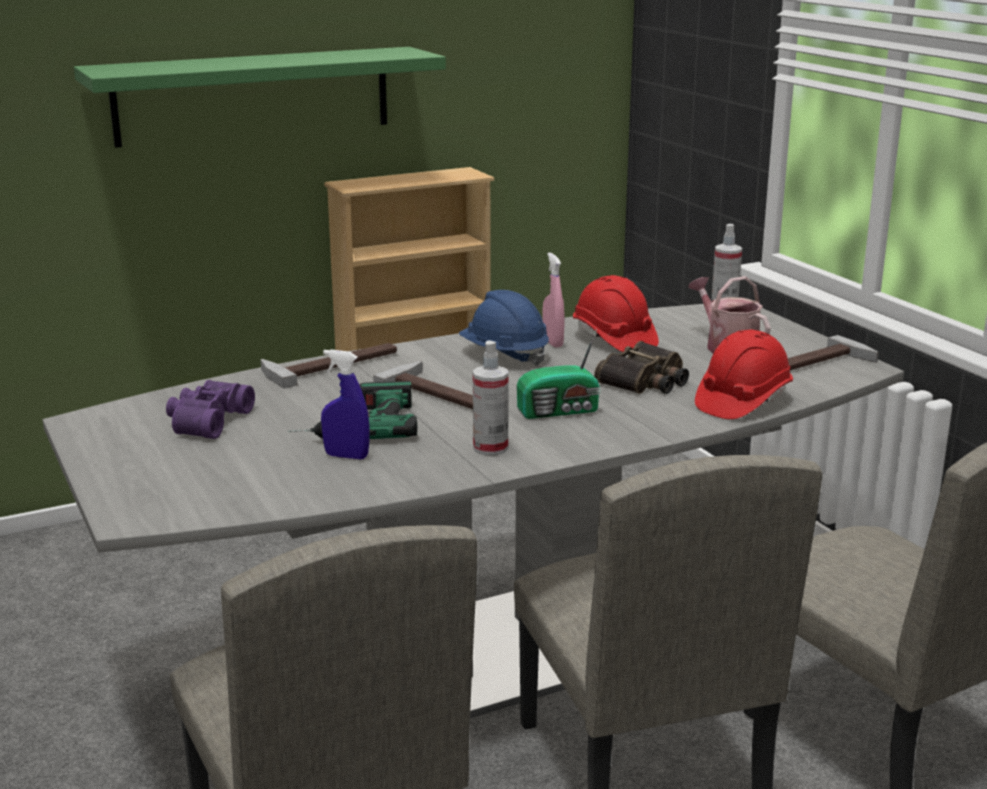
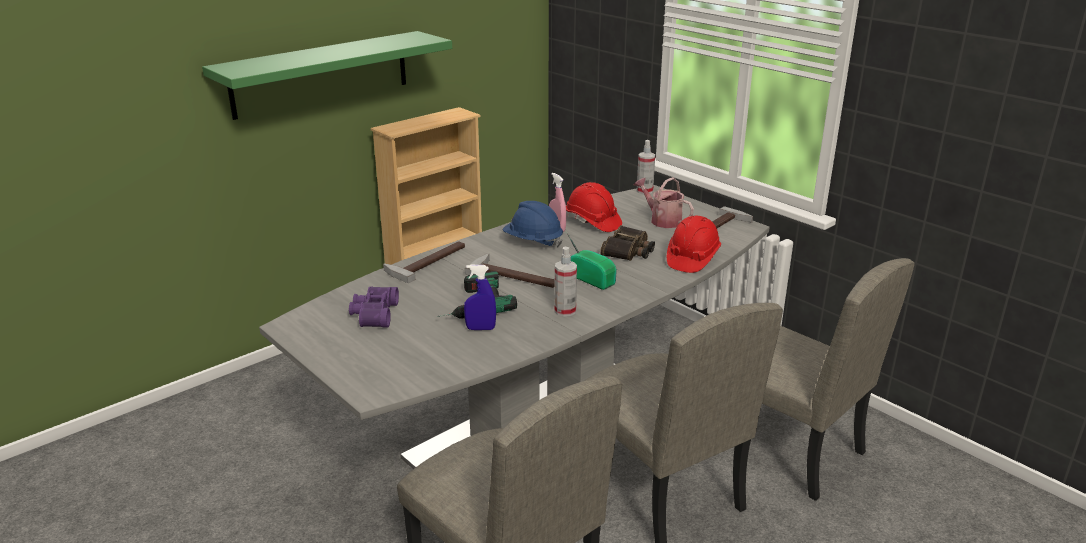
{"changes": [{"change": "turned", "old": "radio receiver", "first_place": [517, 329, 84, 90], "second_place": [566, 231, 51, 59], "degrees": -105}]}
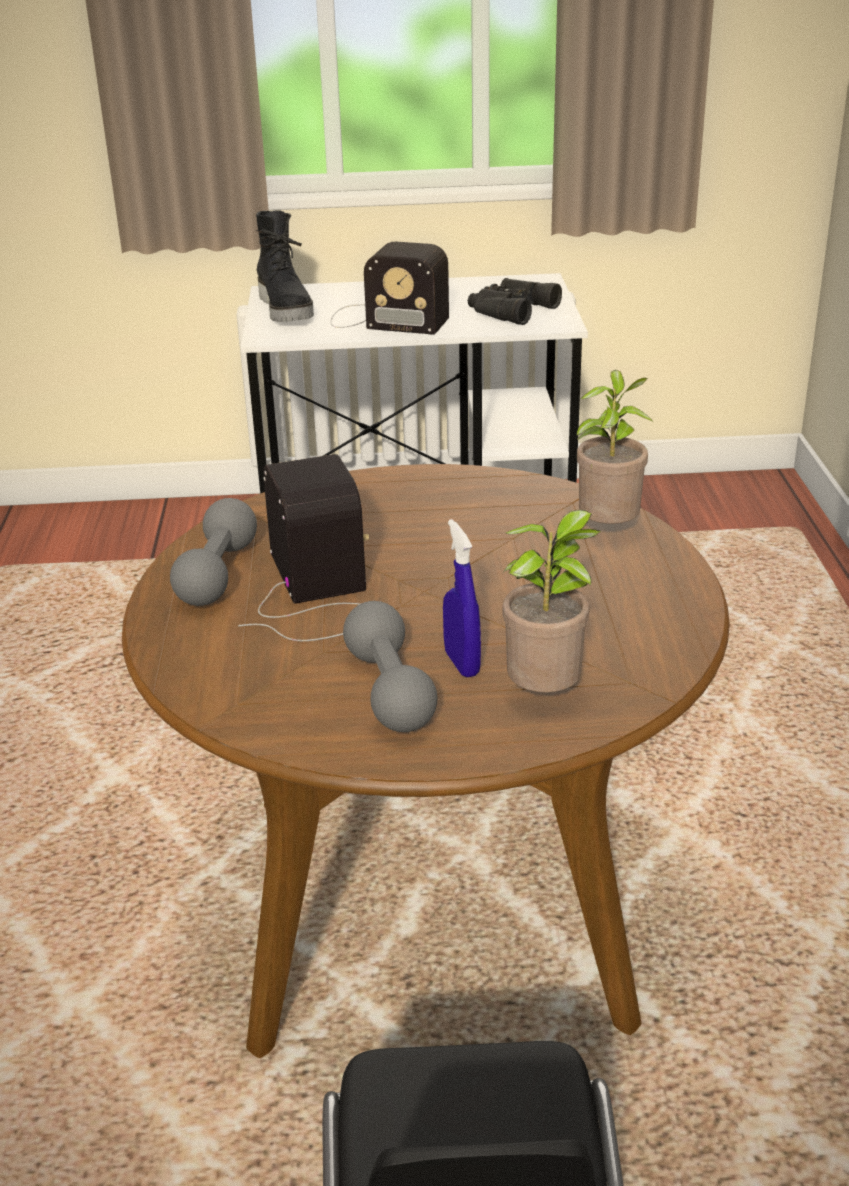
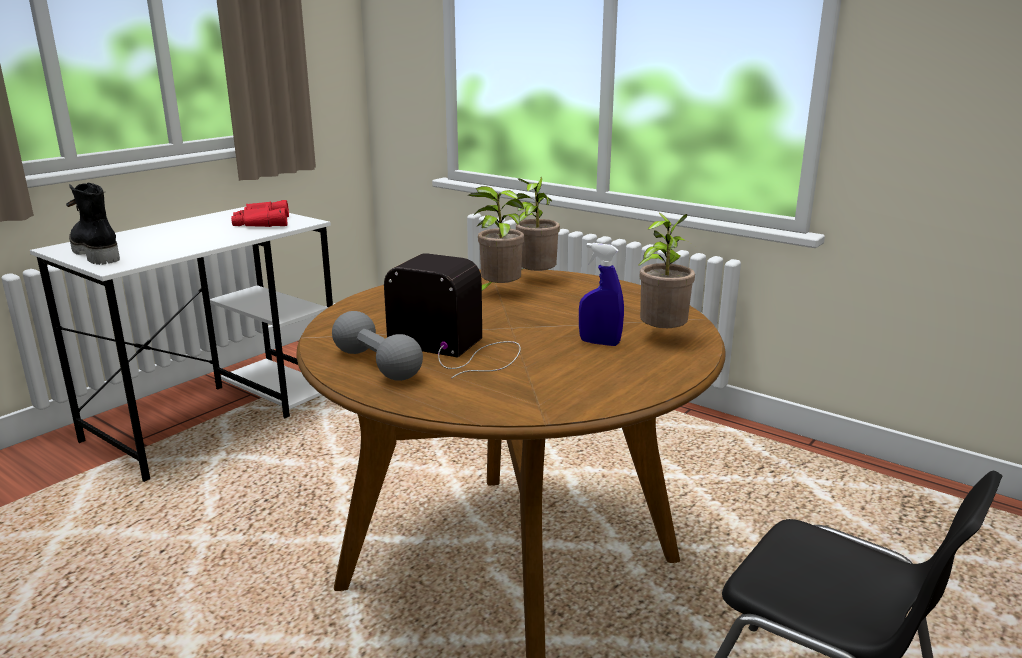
{"changes": [{"change": "removed", "old": "radio receiver", "first_place": [330, 242, 119, 93]}, {"change": "removed", "old": "gray dumbbell", "first_place": [343, 601, 94, 131]}, {"change": "added", "new": "houseplant", "second_place": [469, 186, 55, 104]}, {"change": "recoloured", "old": "blackish binoculars", "new": "reddish binoculars", "first_place": [468, 278, 94, 47], "second_place": [231, 200, 58, 27]}, {"change": "turned", "old": "blackish boot", "first_place": [256, 210, 58, 112], "second_place": [66, 183, 54, 82], "degrees": -150}]}
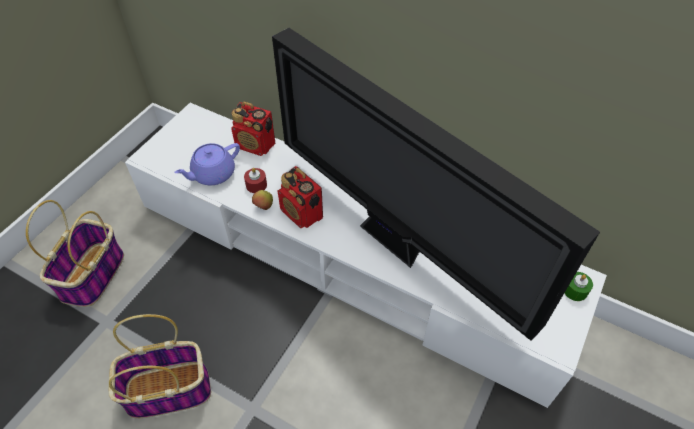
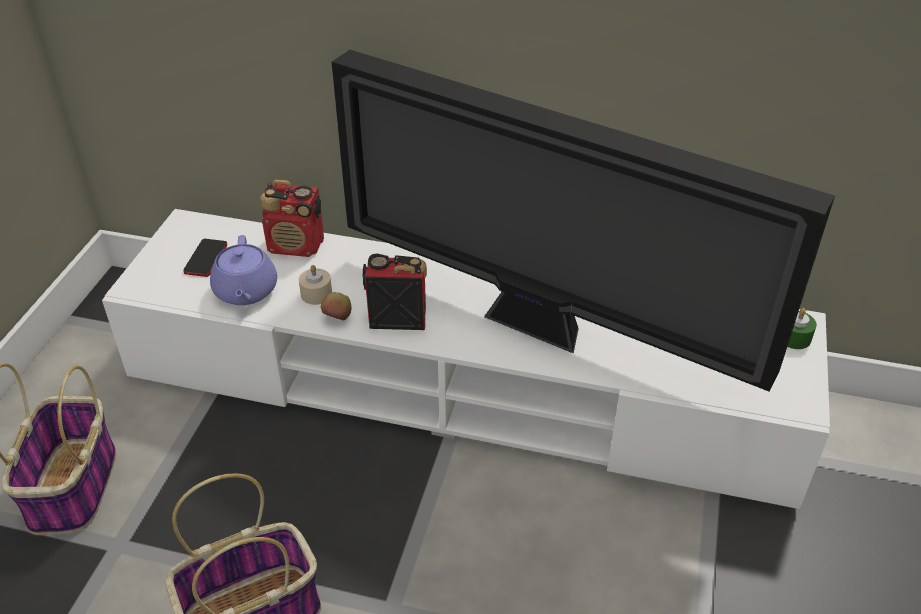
{"changes": [{"change": "added", "new": "phone", "second_place": [183, 239, 44, 38]}, {"change": "recoloured", "old": "reddish candle", "new": "sand-coloured candle", "first_place": [244, 168, 23, 25], "second_place": [299, 265, 33, 40]}, {"change": "turned", "old": "purplish pot for tea", "first_place": [174, 143, 66, 42], "second_place": [210, 235, 67, 70], "degrees": -45}, {"change": "turned", "old": "radio receiver", "first_place": [278, 166, 45, 62], "second_place": [363, 253, 64, 77], "degrees": 150}]}
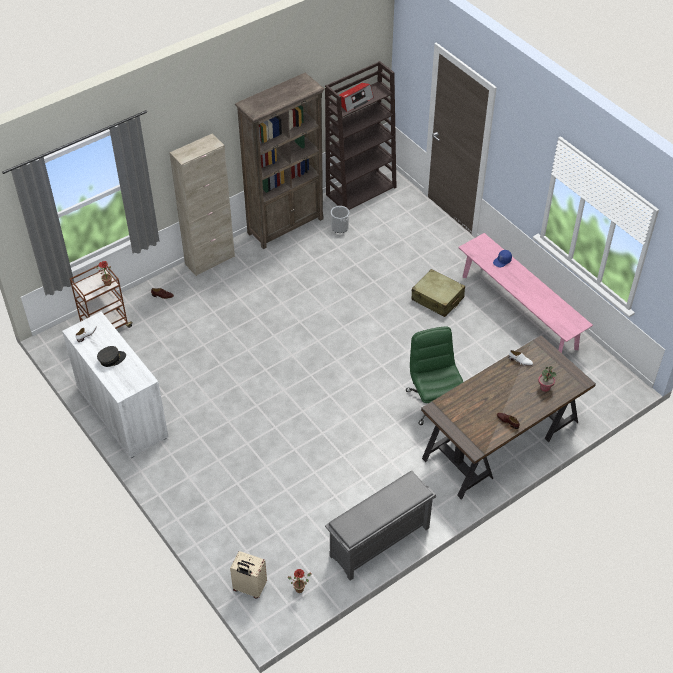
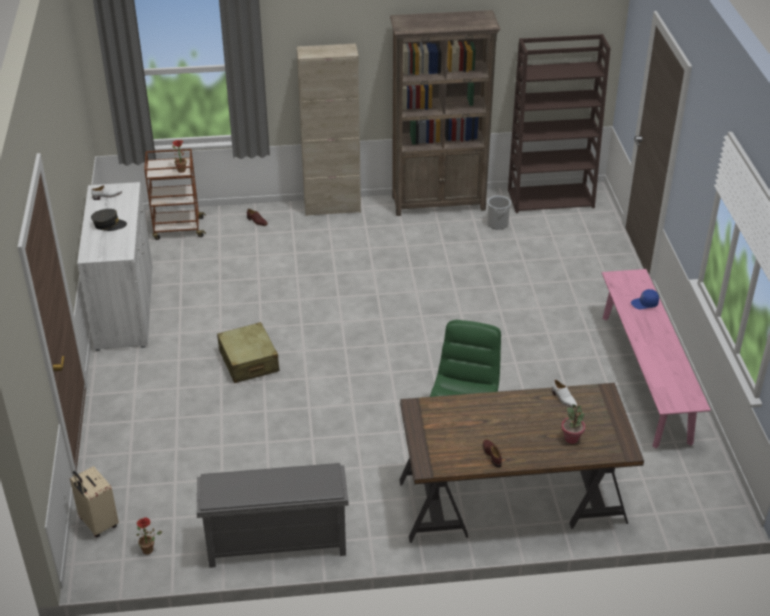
{"changes": [{"change": "removed", "old": "radio receiver", "first_place": [339, 83, 35, 29]}, {"change": "moved", "old": "sand-coloured piece of luggage", "first_place": [412, 269, 53, 48], "second_place": [217, 322, 63, 61]}]}
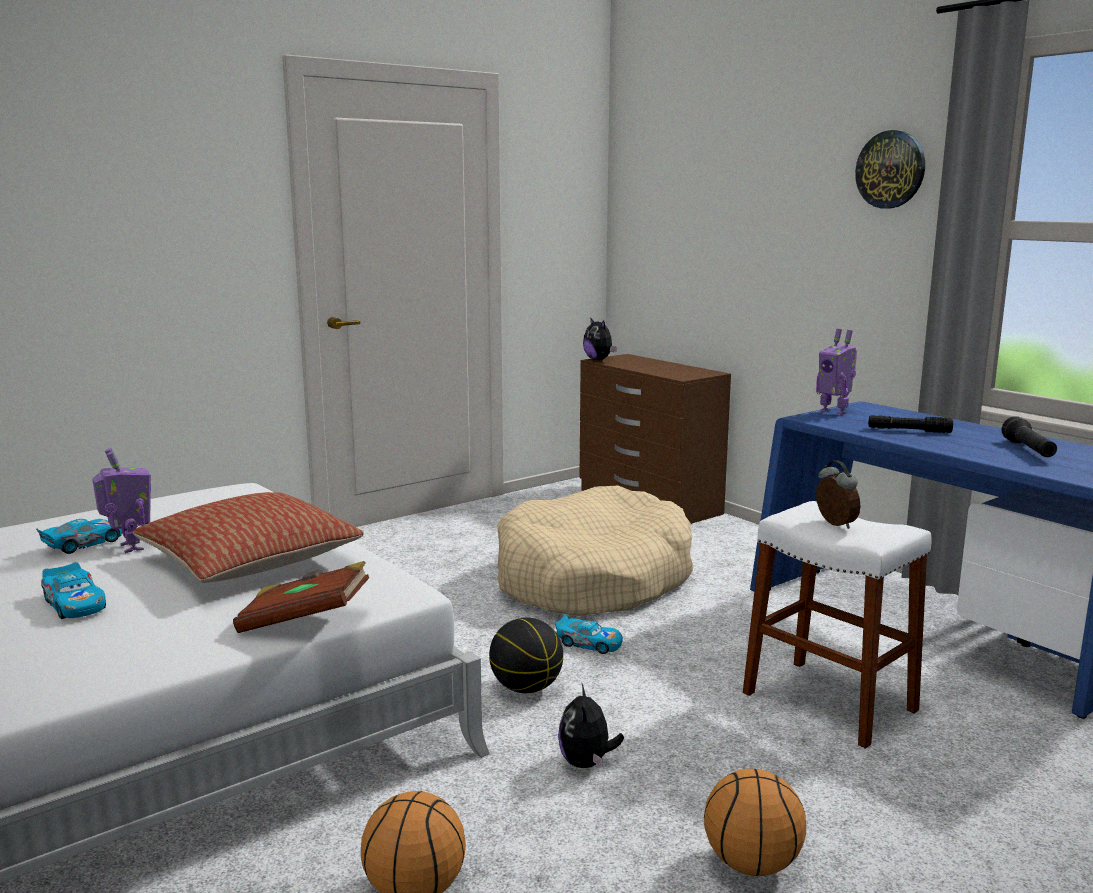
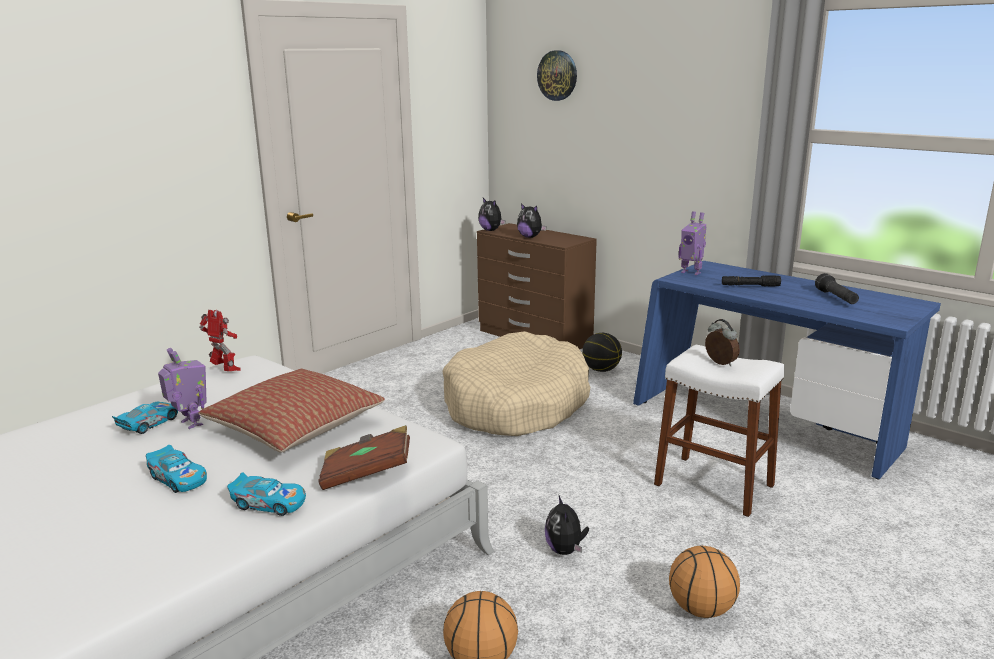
{"changes": [{"change": "added", "new": "toy robot", "second_place": [199, 310, 42, 61]}, {"change": "added", "new": "soft toy", "second_place": [517, 203, 30, 35]}, {"change": "moved", "old": "basketball", "first_place": [489, 618, 74, 75], "second_place": [582, 333, 40, 39]}, {"change": "moved", "old": "toy car", "first_place": [555, 614, 68, 40], "second_place": [227, 472, 79, 44]}, {"change": "moved", "old": "hanging clock", "first_place": [855, 130, 70, 79], "second_place": [537, 50, 40, 51]}]}
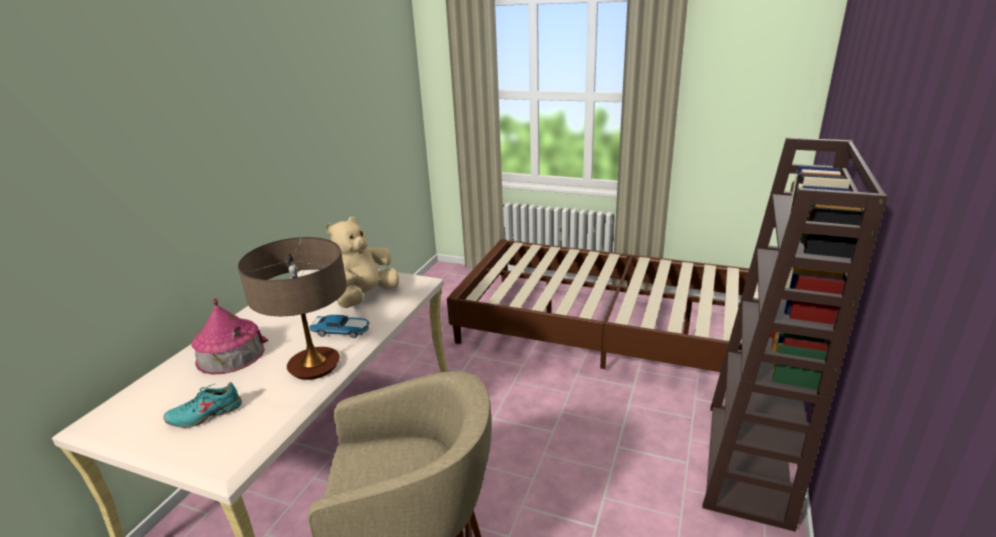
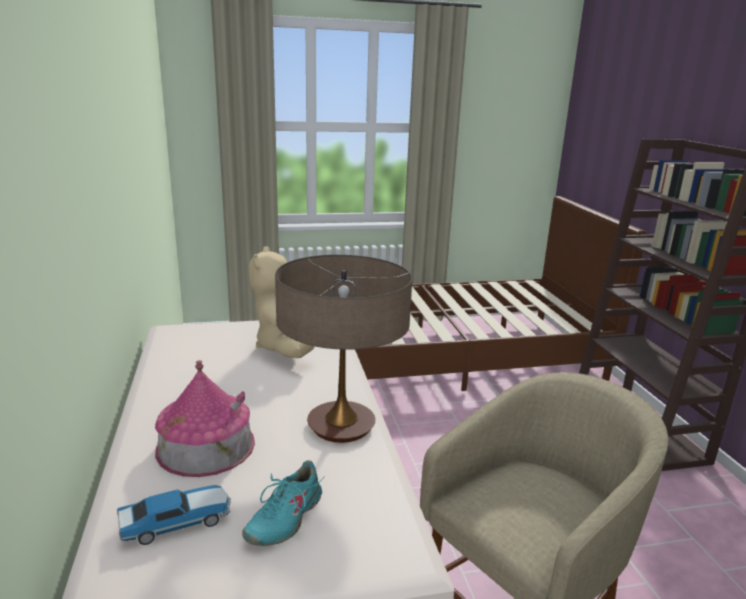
{"changes": [{"change": "moved", "old": "toy car", "first_place": [310, 315, 60, 23], "second_place": [117, 485, 114, 60]}]}
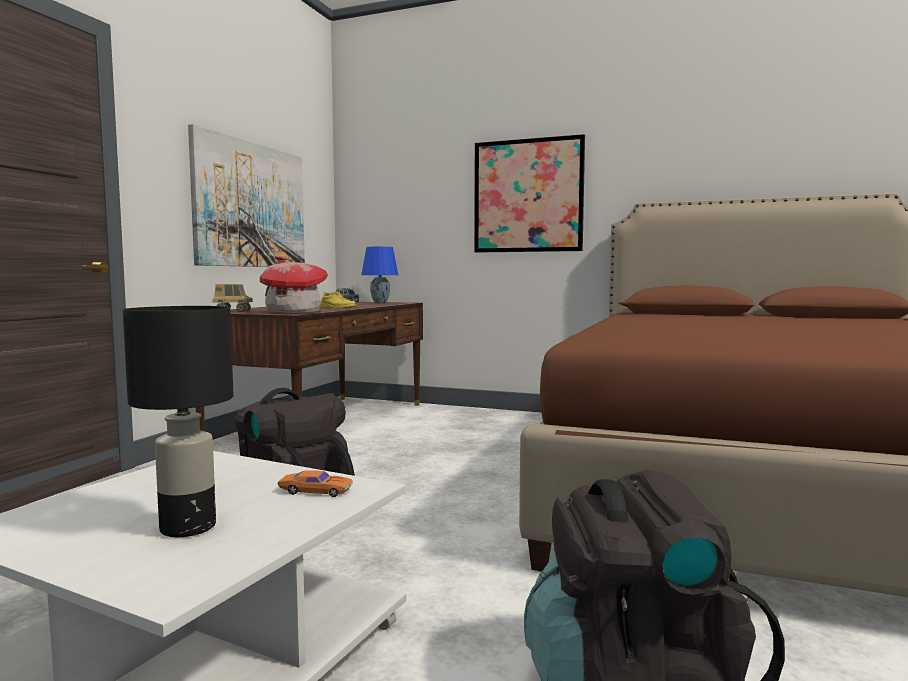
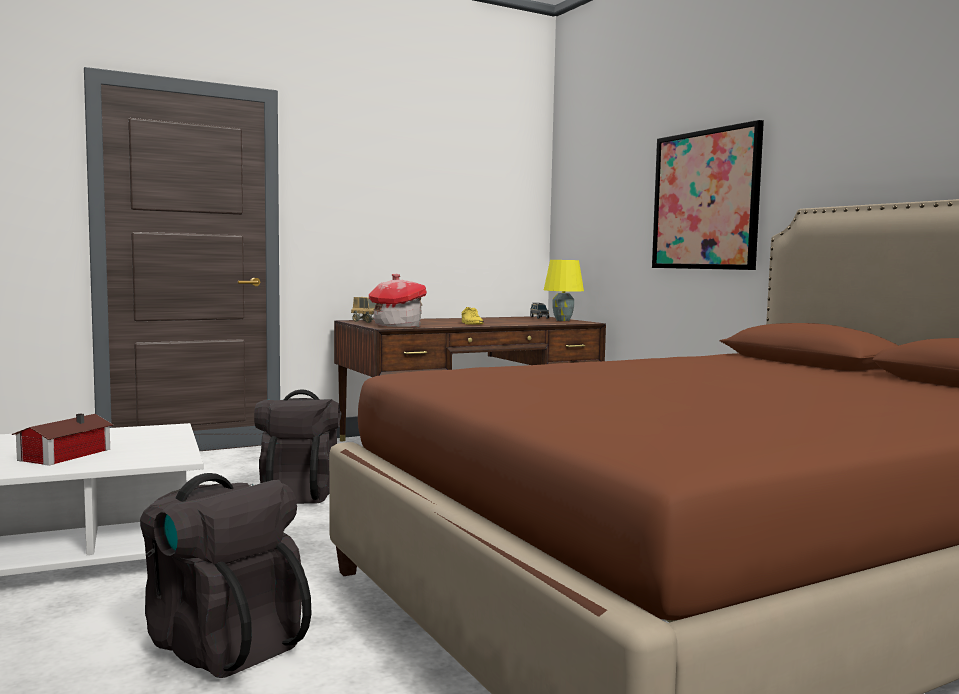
{"changes": [{"change": "removed", "old": "wall art", "first_place": [188, 124, 117, 143]}, {"change": "removed", "old": "orangey toy car", "first_place": [278, 470, 75, 27]}, {"change": "replaced", "old": "blackish table lamp", "new": "miniature house", "first_place": [123, 306, 110, 231], "second_place": [12, 413, 101, 53]}, {"change": "recoloured", "old": "blue-coloured table lamp", "new": "yellowish table lamp", "first_place": [361, 247, 37, 56], "second_place": [544, 260, 40, 61]}]}
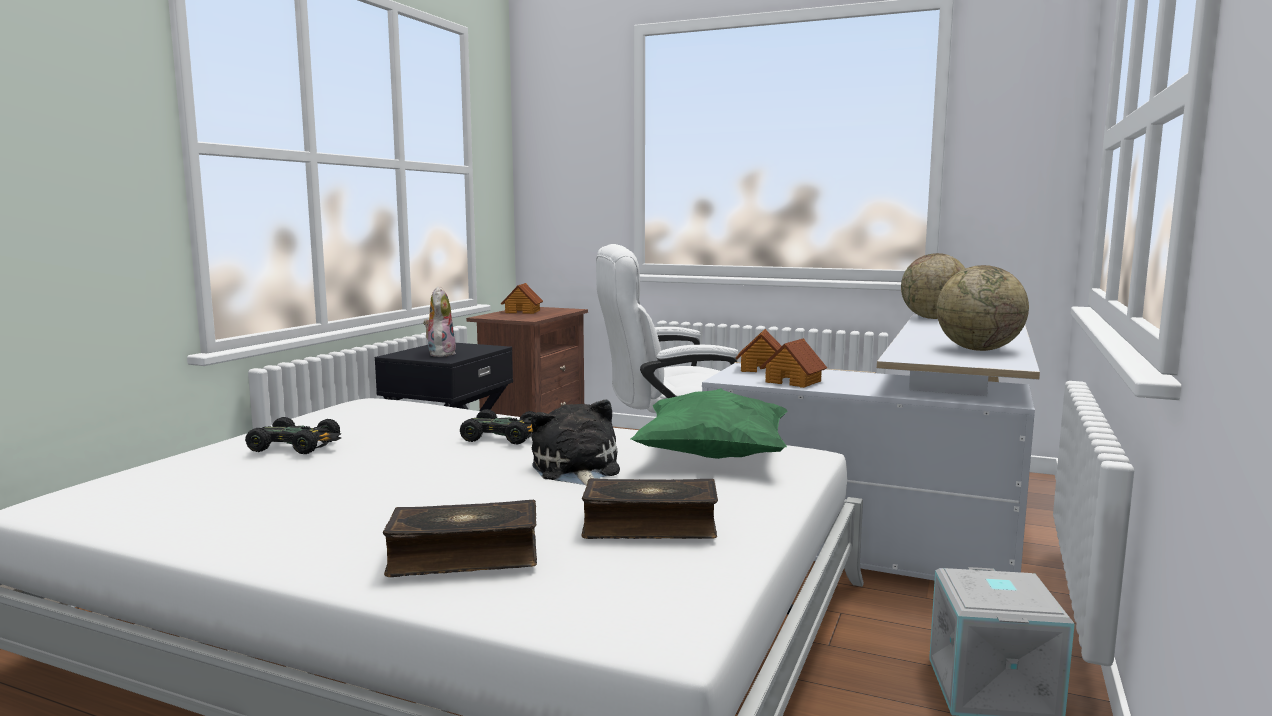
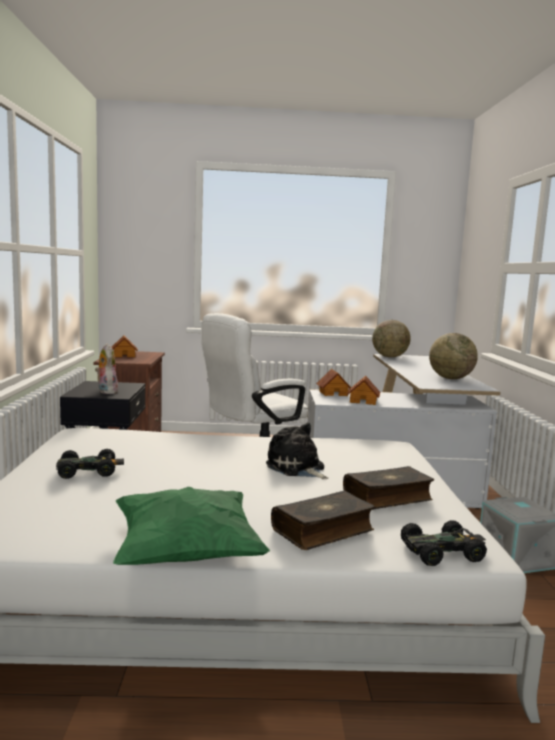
{"changes": [{"change": "moved", "old": "blackish toy car", "first_place": [460, 409, 75, 35], "second_place": [401, 520, 86, 46]}, {"change": "moved", "old": "green-coloured pillow", "first_place": [631, 388, 156, 71], "second_place": [113, 487, 157, 78]}]}
